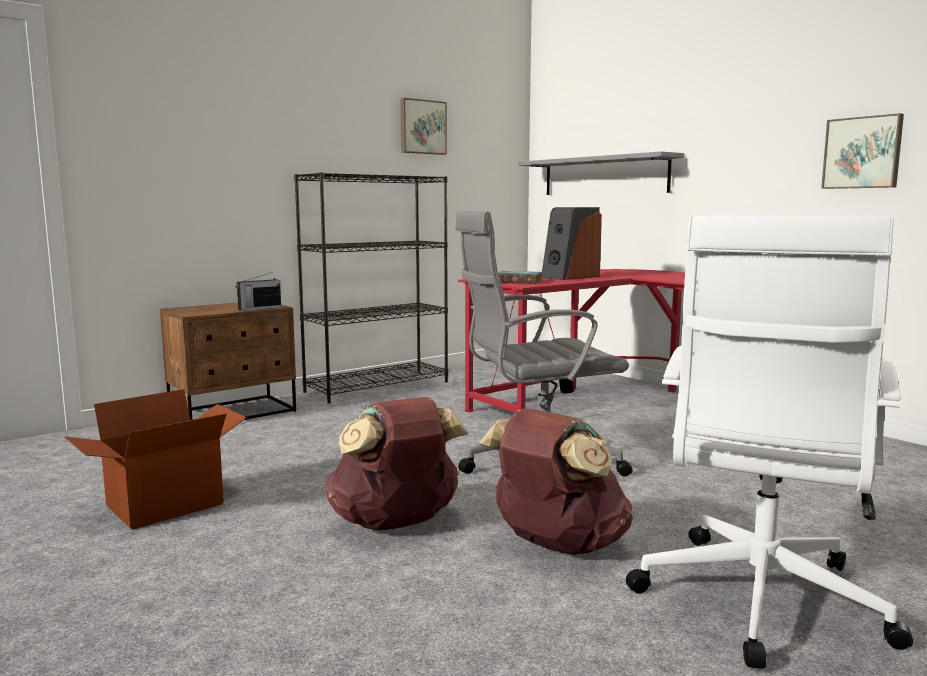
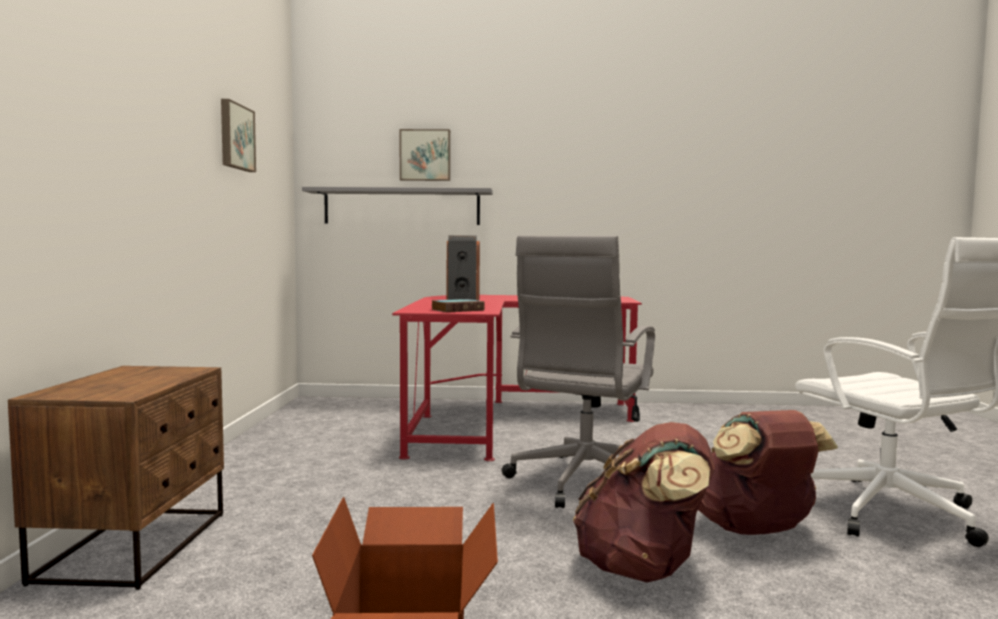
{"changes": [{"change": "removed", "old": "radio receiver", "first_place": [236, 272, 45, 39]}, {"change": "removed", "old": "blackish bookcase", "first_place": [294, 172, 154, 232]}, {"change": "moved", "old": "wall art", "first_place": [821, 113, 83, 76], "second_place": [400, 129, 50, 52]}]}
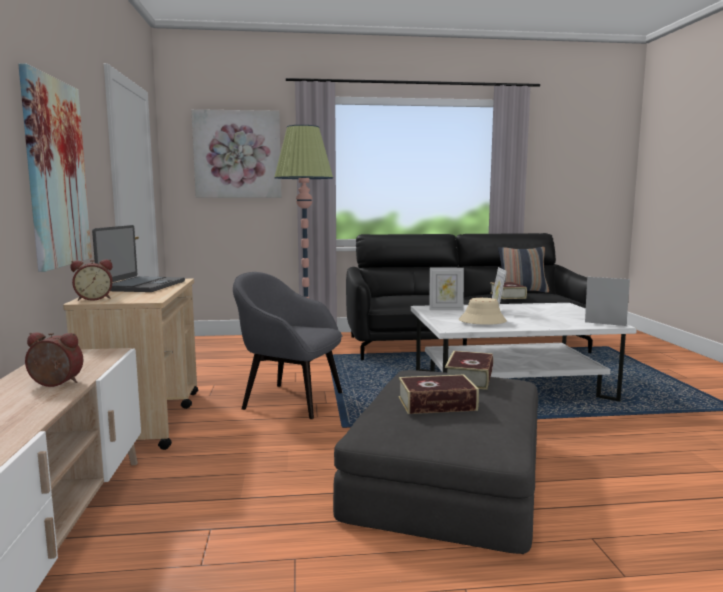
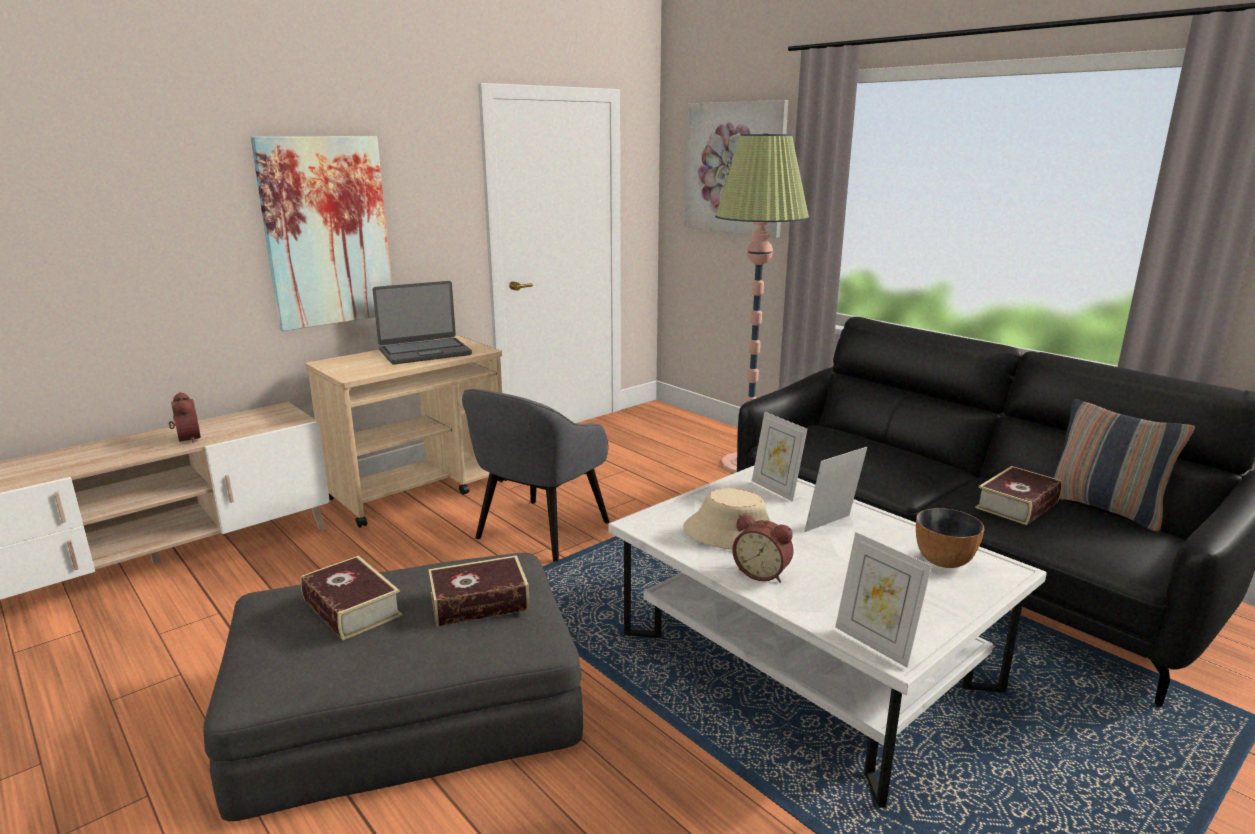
{"changes": [{"change": "added", "new": "serving bowl", "second_place": [916, 508, 68, 60]}, {"change": "moved", "old": "bedside clock", "first_place": [71, 259, 42, 42], "second_place": [732, 514, 62, 69]}, {"change": "turned", "old": "gray armchair", "first_place": [233, 272, 109, 147], "second_place": [462, 389, 147, 173], "degrees": -135}, {"change": "turned", "old": "photo frame", "first_place": [585, 277, 45, 49], "second_place": [835, 532, 97, 136], "degrees": 150}]}
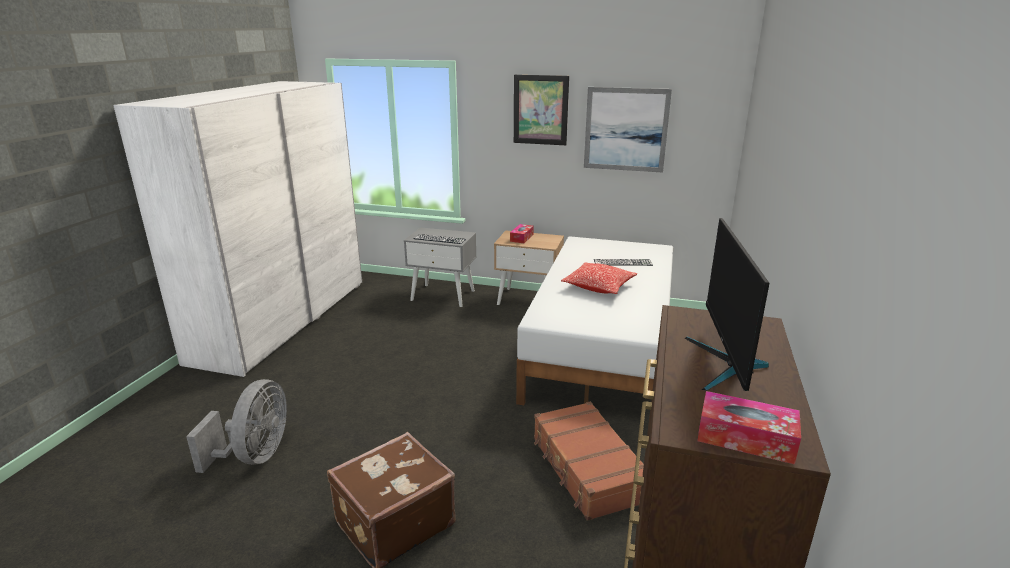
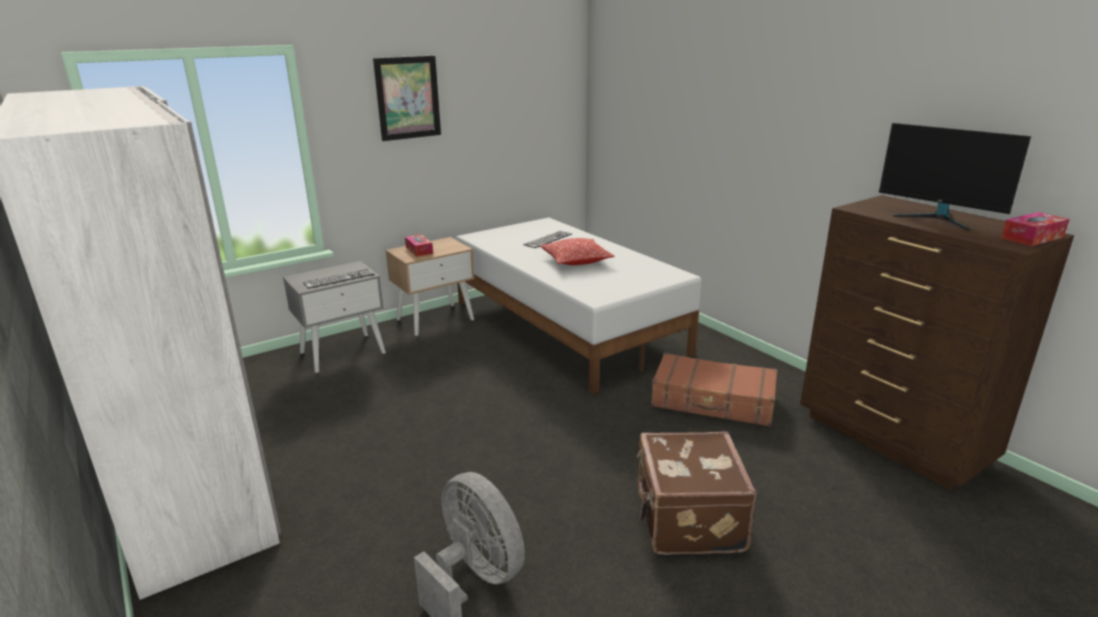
{"changes": [{"change": "removed", "old": "wall art", "first_place": [584, 87, 88, 85]}]}
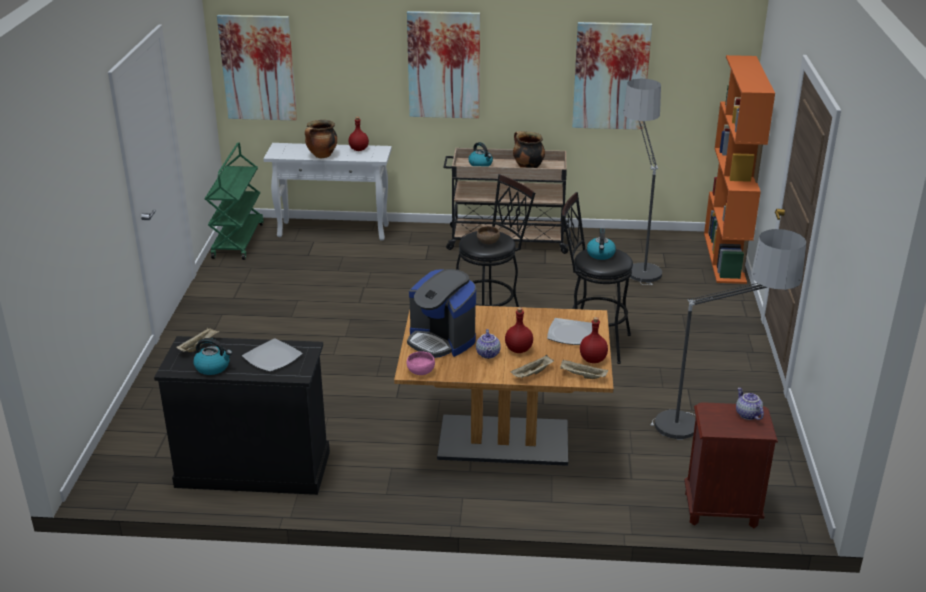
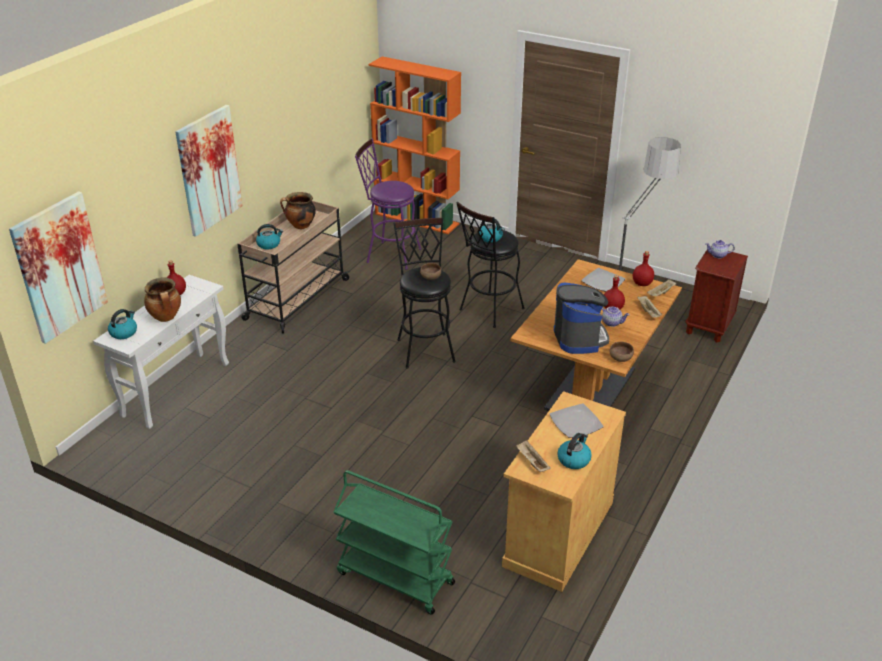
{"changes": [{"change": "removed", "old": "wall art", "first_place": [572, 22, 80, 108]}, {"change": "added", "new": "tea kettle", "second_place": [108, 309, 29, 30]}, {"change": "moved", "old": "green-coloured trolley", "first_place": [205, 142, 59, 118], "second_place": [333, 470, 122, 145]}, {"change": "replaced", "old": "standing lamp", "new": "purplish stool", "first_place": [623, 79, 39, 206], "second_place": [355, 138, 66, 132]}, {"change": "recoloured", "old": "blackish cupboard", "new": "sand-coloured cupboard", "first_place": [154, 336, 176, 159], "second_place": [502, 391, 124, 201]}, {"change": "recoloured", "old": "pinkish serving bowl", "new": "brown-coloured serving bowl", "first_place": [406, 351, 29, 24], "second_place": [609, 342, 25, 20]}, {"change": "turned", "old": "coffee machine", "first_place": [407, 269, 69, 89], "second_place": [554, 282, 55, 72], "degrees": -75}]}
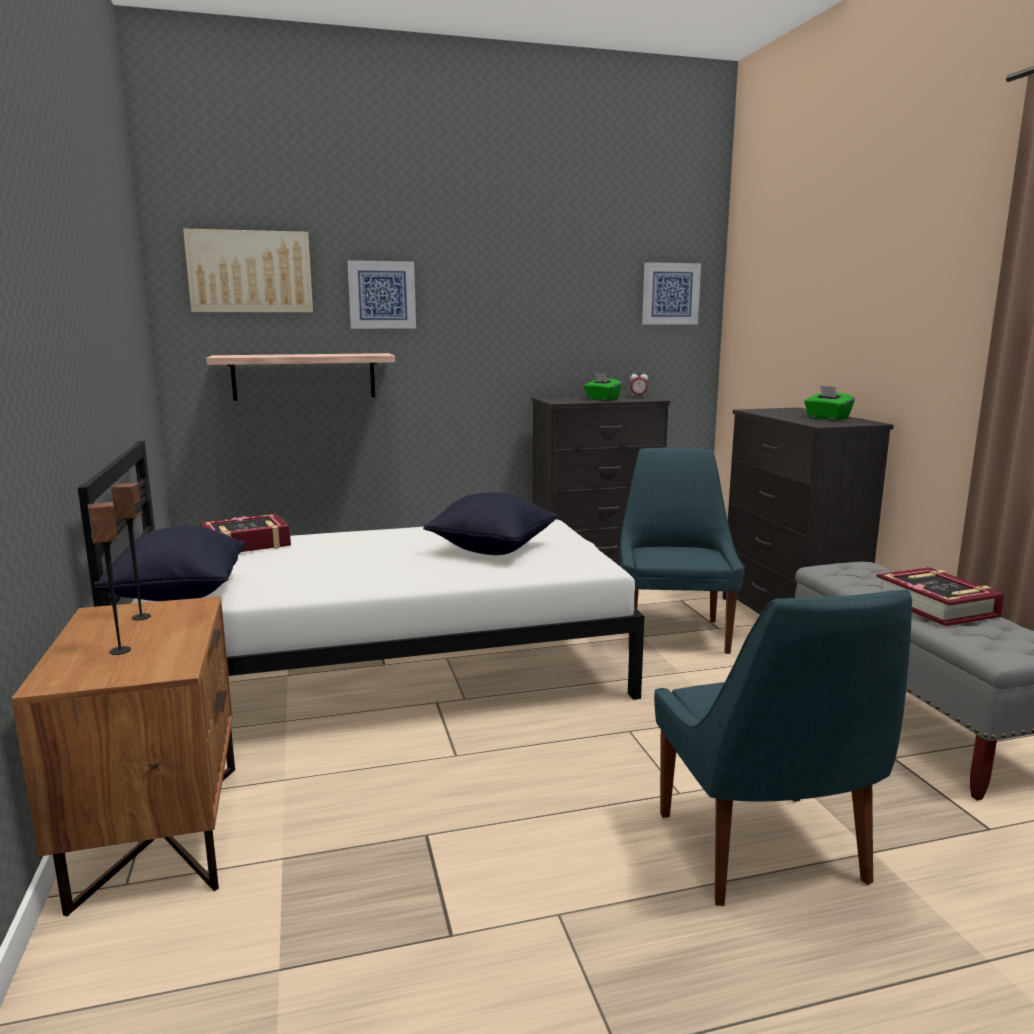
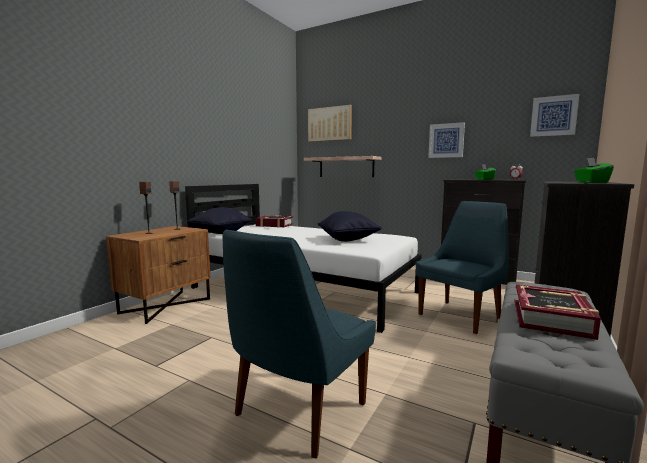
{"changes": [{"change": "moved", "old": "wall art", "first_place": [348, 260, 68, 69], "second_place": [428, 122, 37, 36]}]}
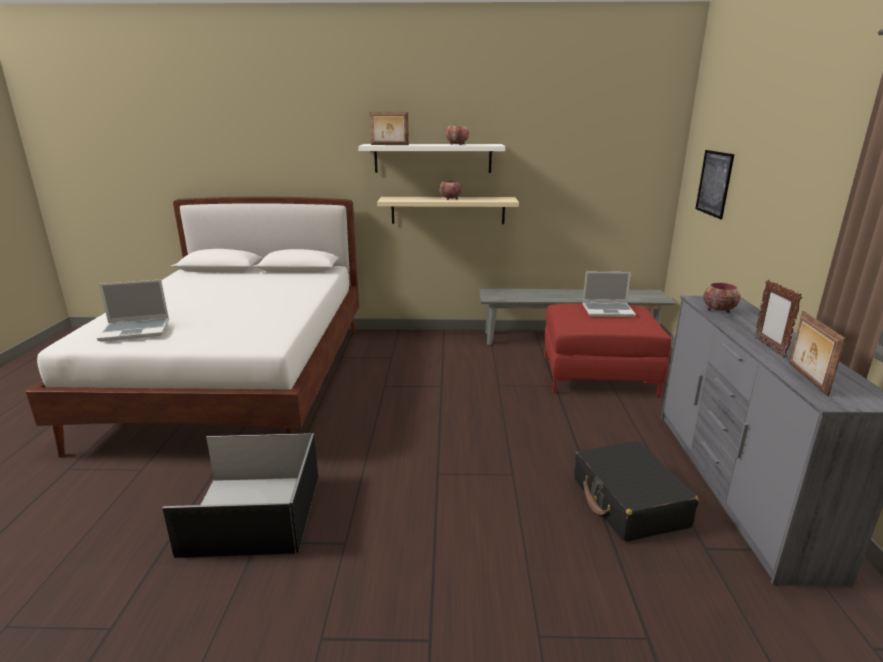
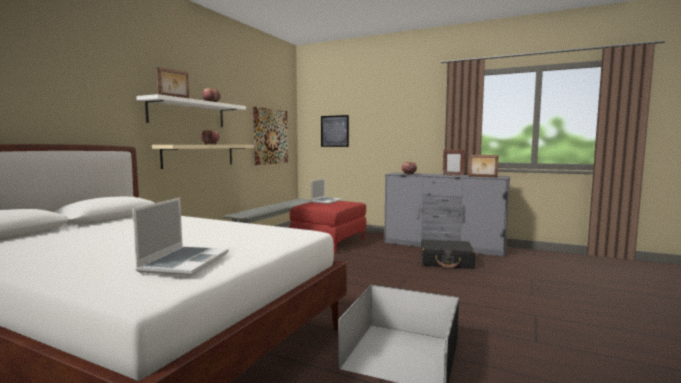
{"changes": [{"change": "added", "new": "wall art", "second_place": [253, 107, 35, 58]}]}
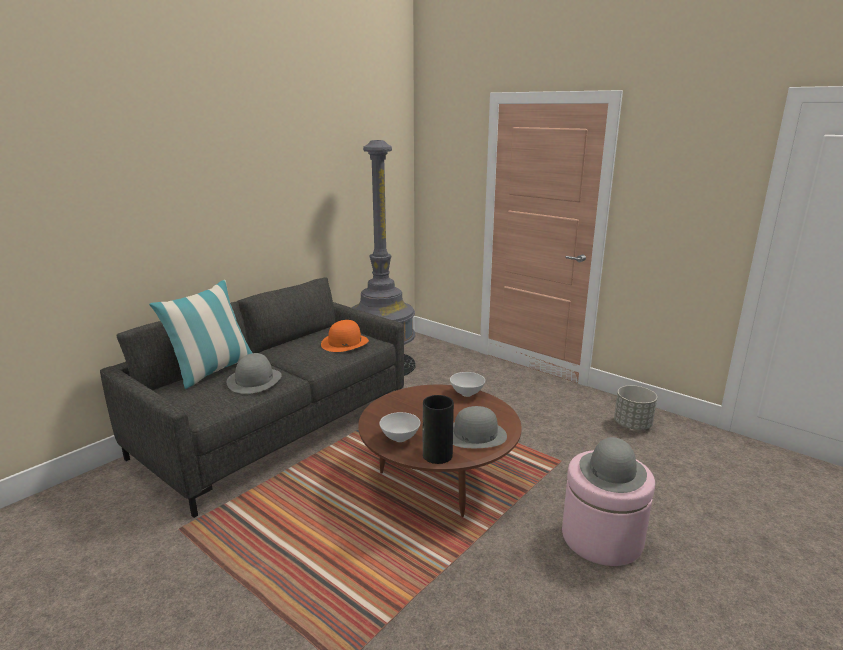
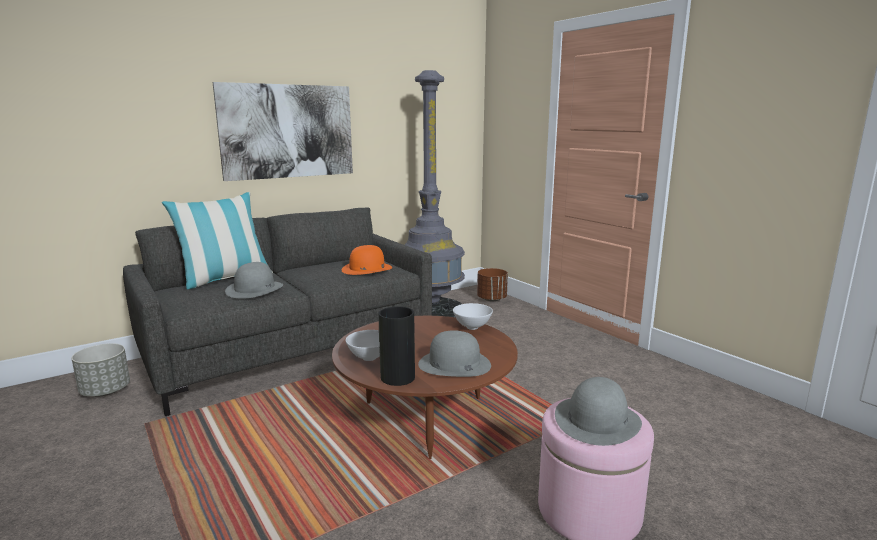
{"changes": [{"change": "added", "new": "wall art", "second_place": [213, 82, 140, 99]}, {"change": "added", "new": "brown-coloured plant pot", "second_place": [477, 268, 31, 34]}, {"change": "moved", "old": "gray plant pot", "first_place": [614, 385, 43, 45], "second_place": [72, 343, 58, 54]}]}
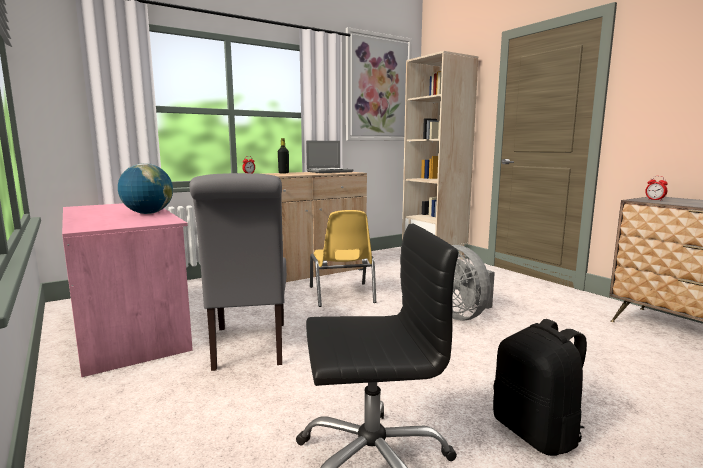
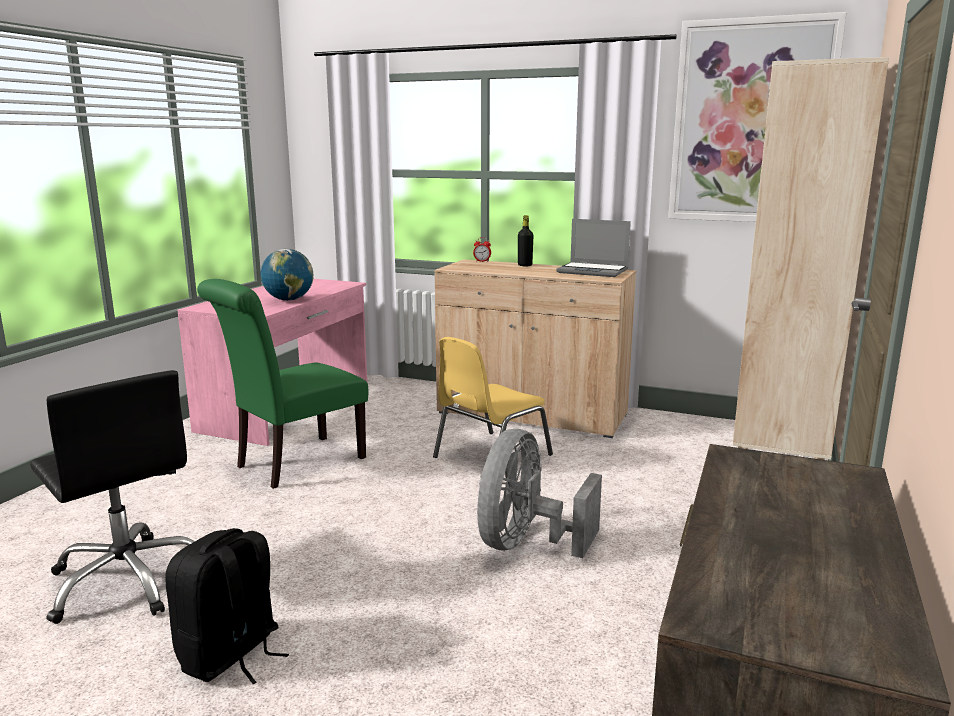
{"changes": [{"change": "removed", "old": "bedside clock", "first_place": [645, 176, 23, 25]}, {"change": "recoloured", "old": "gray chair", "new": "green-coloured chair", "first_place": [189, 173, 98, 198], "second_place": [197, 279, 171, 210]}]}
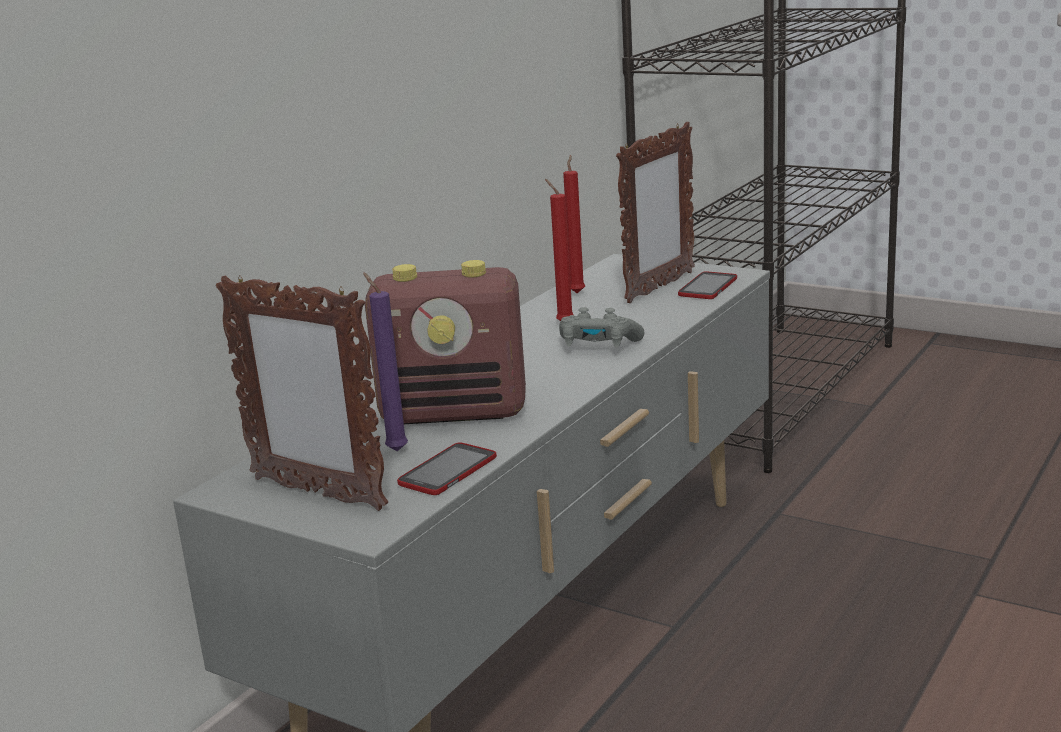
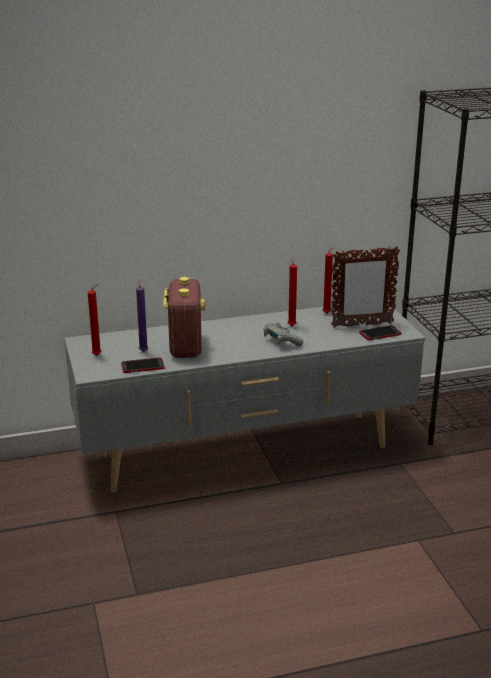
{"changes": [{"change": "replaced", "old": "photo frame", "new": "reddish candle", "first_place": [216, 275, 172, 236], "second_place": [88, 283, 13, 72]}, {"change": "turned", "old": "radio receiver", "first_place": [365, 260, 161, 164], "second_place": [163, 277, 43, 81], "degrees": -135}]}
